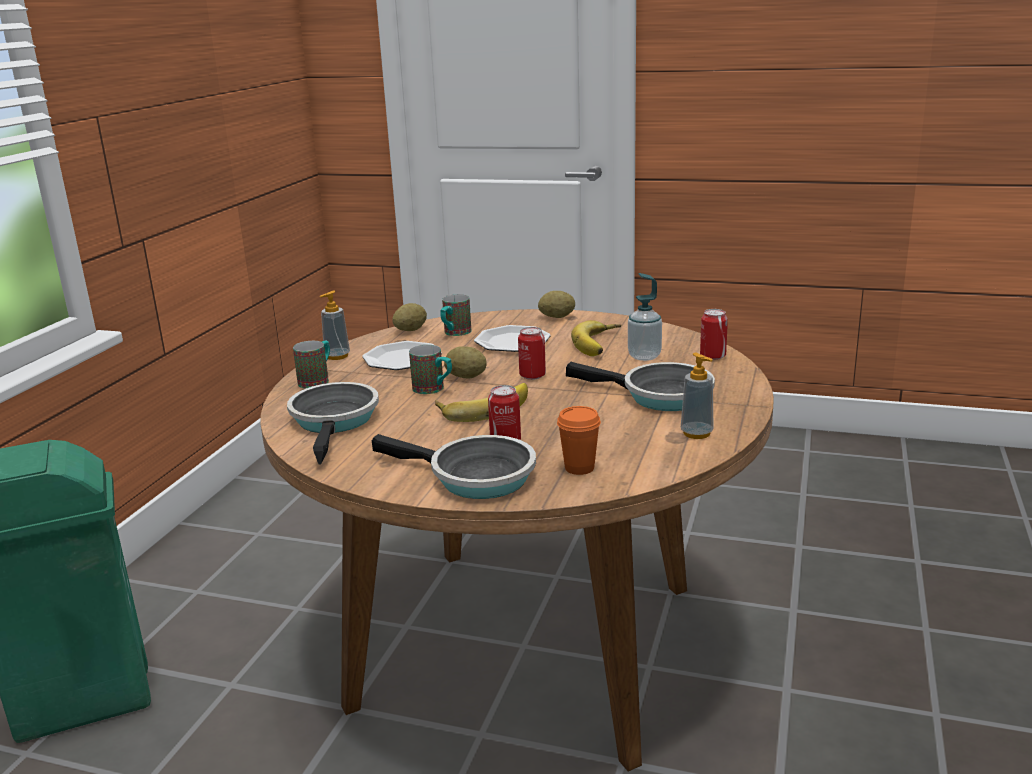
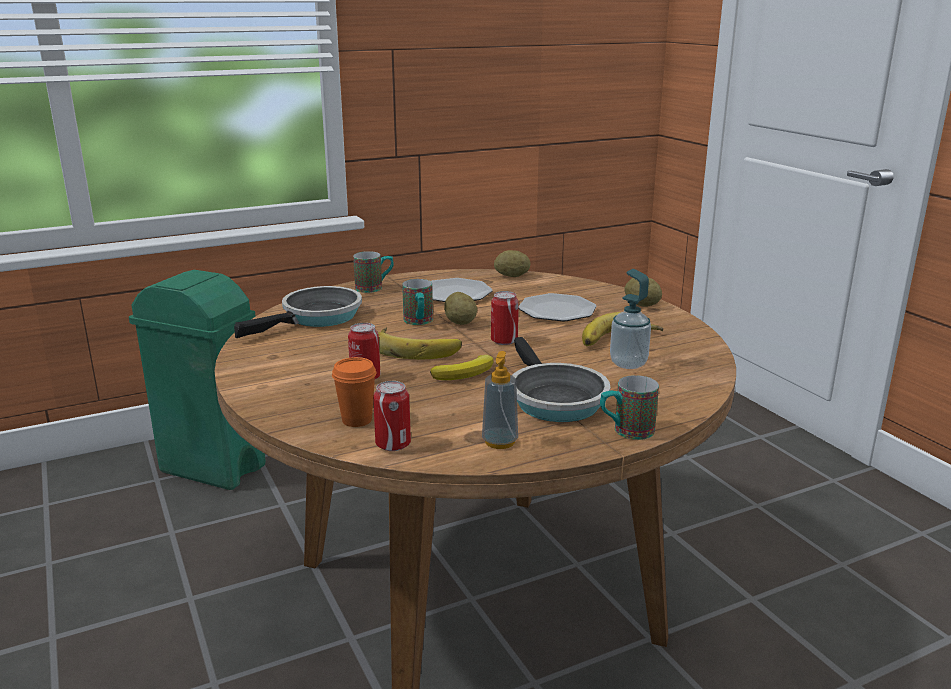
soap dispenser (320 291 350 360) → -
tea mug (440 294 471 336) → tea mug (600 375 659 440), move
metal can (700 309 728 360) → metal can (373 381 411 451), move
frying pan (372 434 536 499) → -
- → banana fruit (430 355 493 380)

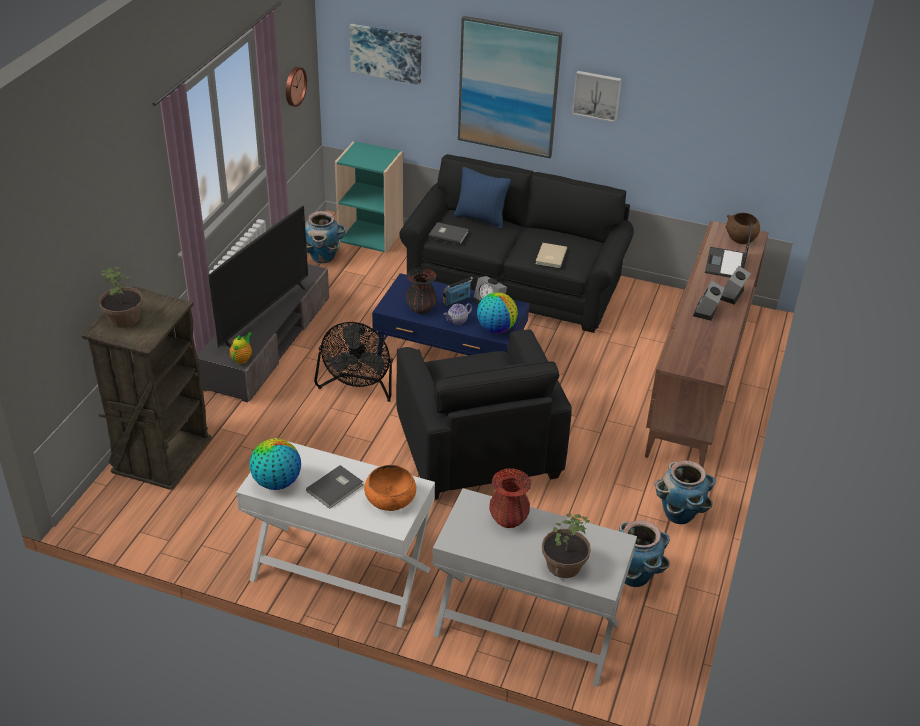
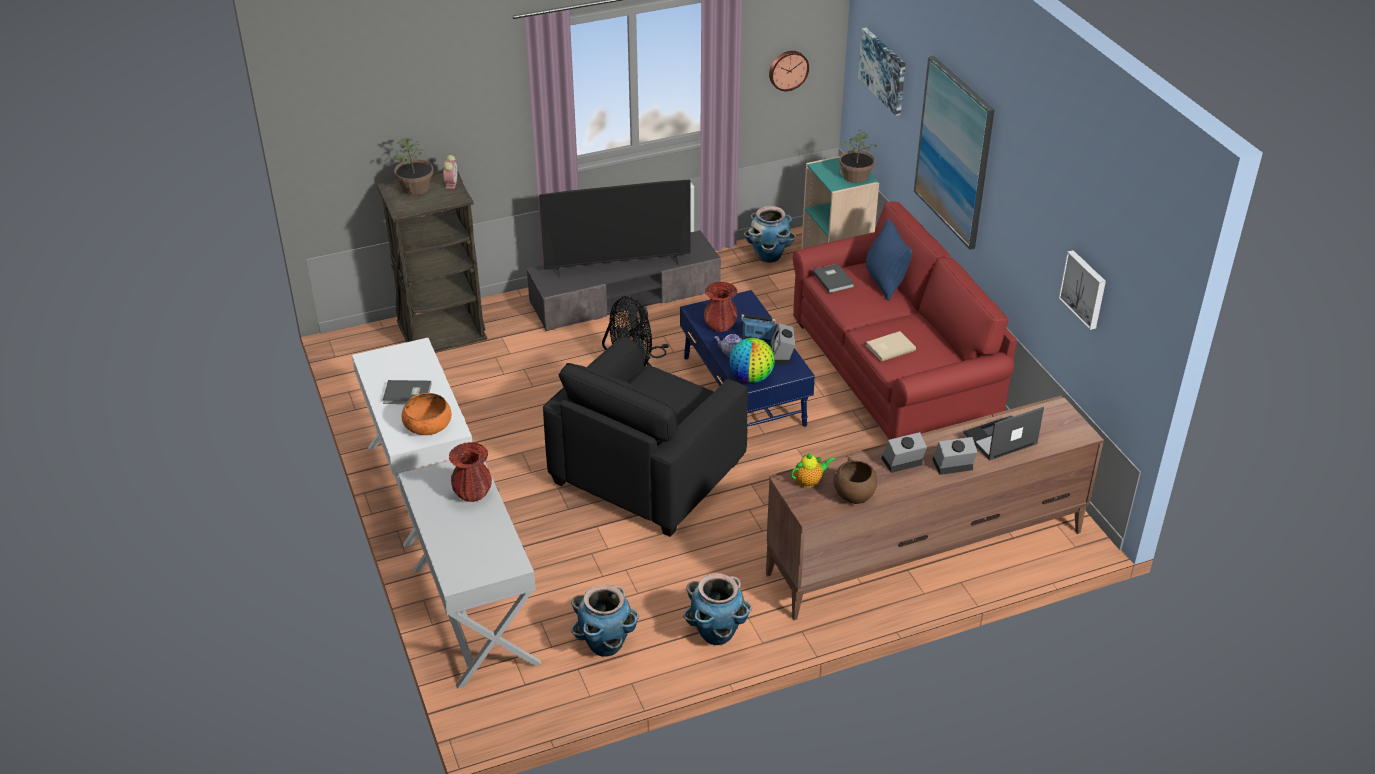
wall picture (572 71 622 122) → wall picture (1058 250 1106 330), move
blackish settee (399 154 634 333) → red-coloured settee (793 202 1017 440)
brown-coloured bowl (725 213 760 244) → brown-coloured bowl (833 457 877 504), move
blackish decorative vase (406 267 437 314) → red-coloured decorative vase (704 282 738 332)
teapot (229 332 252 364) → teapot (791 453 835 488), move
desk globe (250 438 301 490) → -
potted plant (542 513 591 578) → potted plant (839 130 876 183), move
- → alarm clock (442 155 458 189)

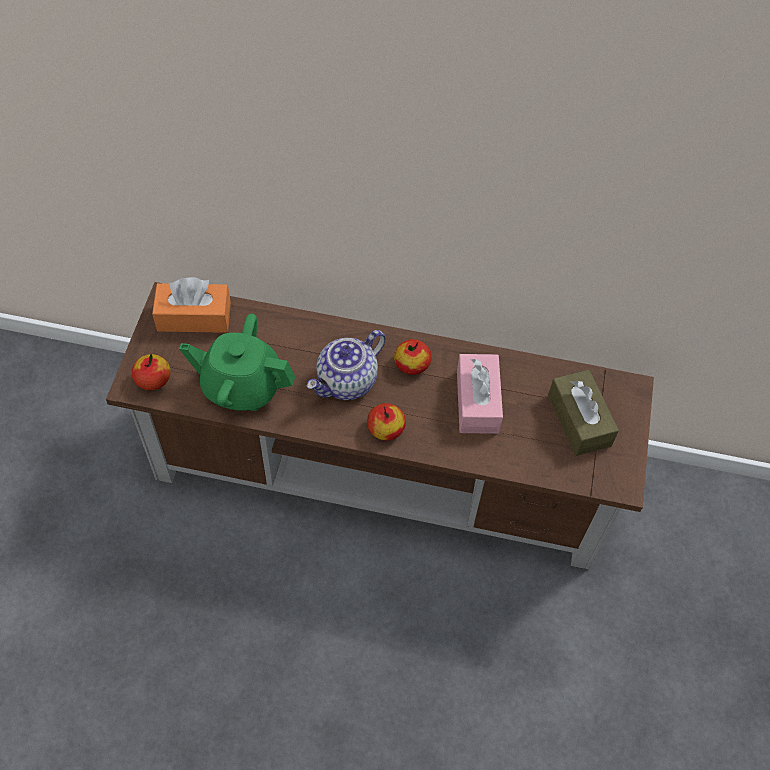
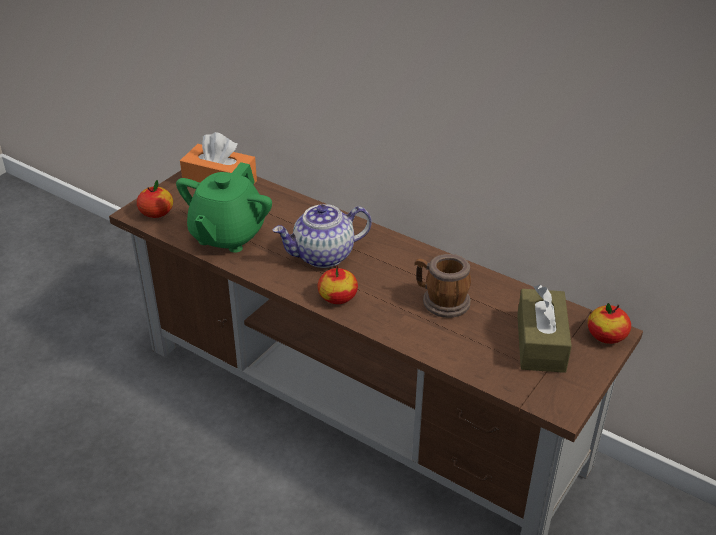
green-coloured teapot (179 314 295 411) → green-coloured teapot (176 162 272 253), 105 degrees counterclockwise
apple (394 339 432 375) → apple (588 303 631 344), move
pinkish tissue holder (457 354 503 434) → tea mug (414 254 471 318)

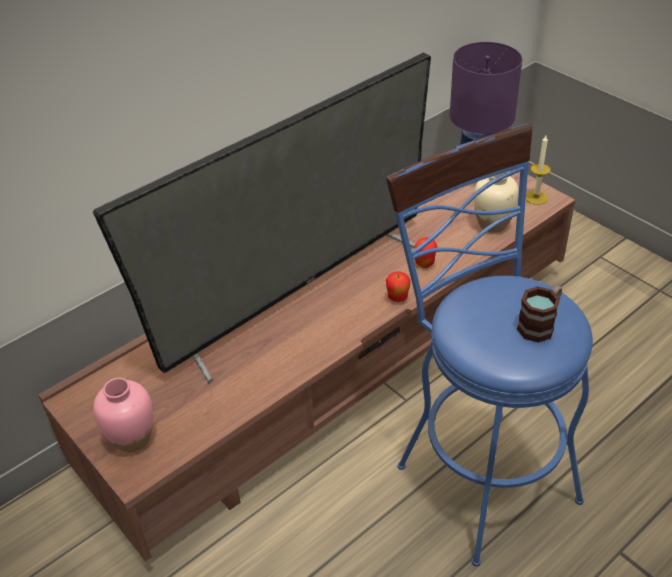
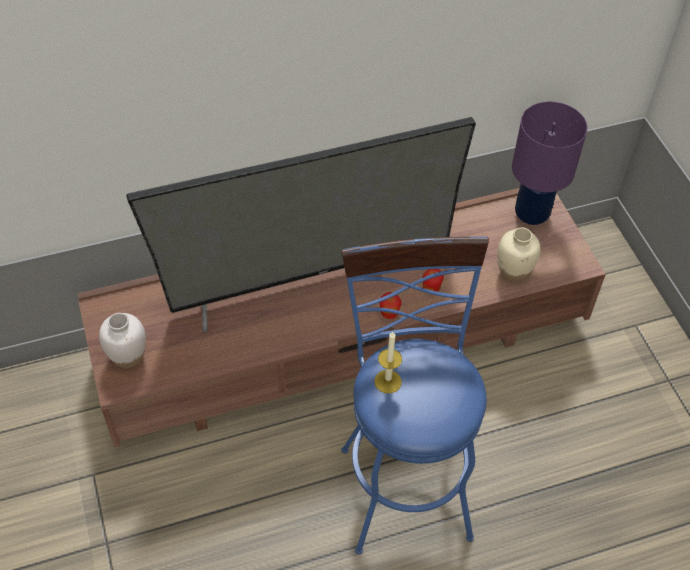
candle (526 135 551 205) → candle (374 332 402 393), move
tea mug (517 285 562 343) → -
pinkish decorative vase (93 378 153 452) → white decorative vase (99 313 146 368)

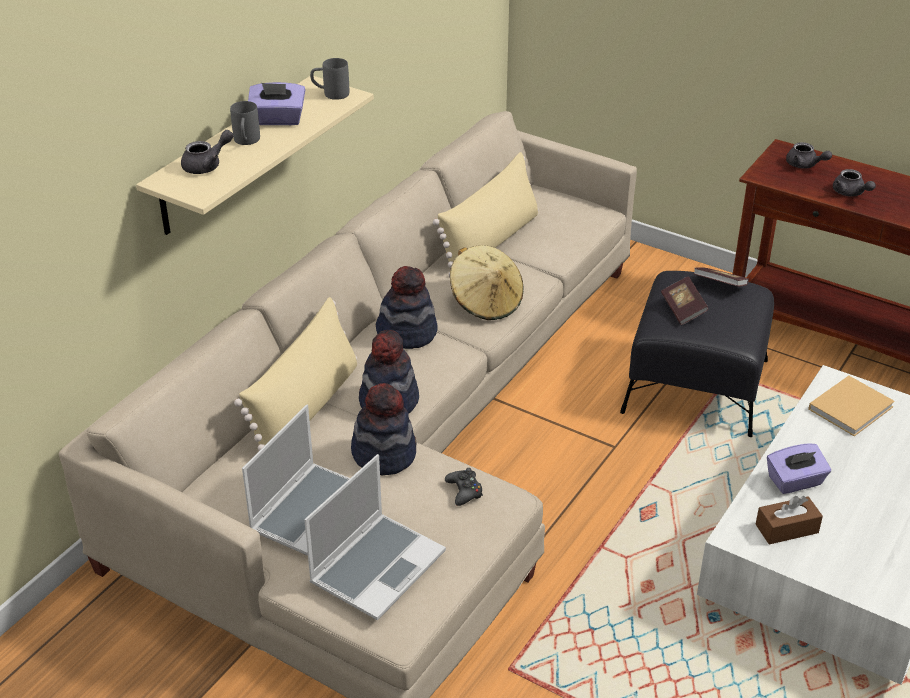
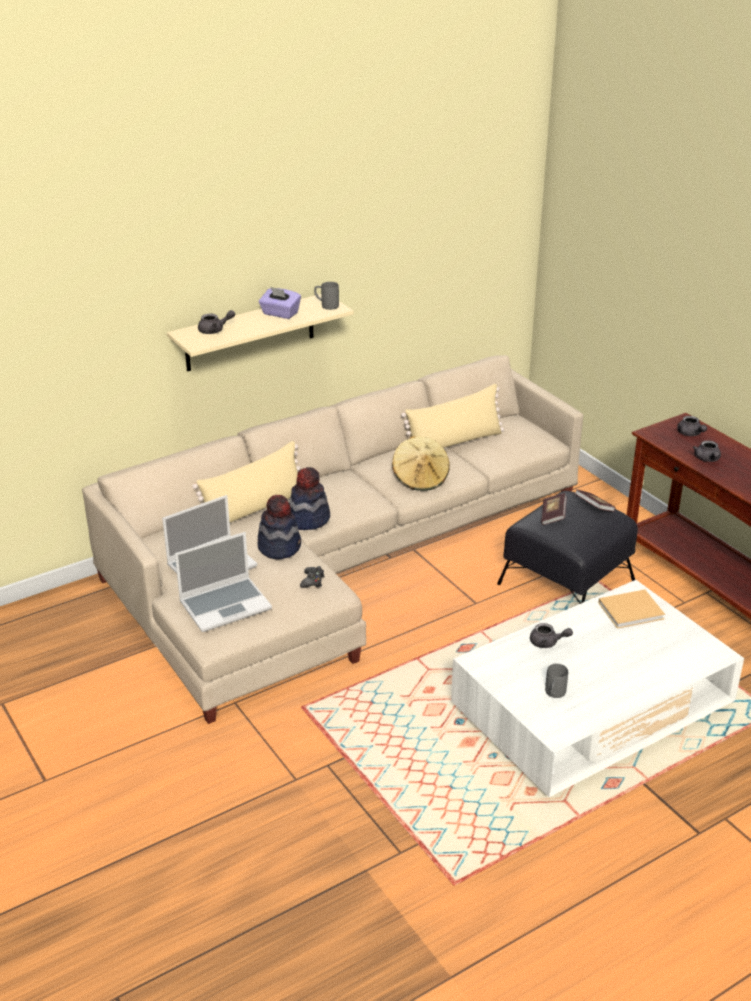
grey tea mug (230 101 260 145) → grey tea mug (545 664 568 698), move
clothing hat (376 266 438 349) → -
purplish tissue holder (767 443 831 494) → grey teapot (530 623 573 648)
brown-coloured tissue holder (756 496 823 544) → -

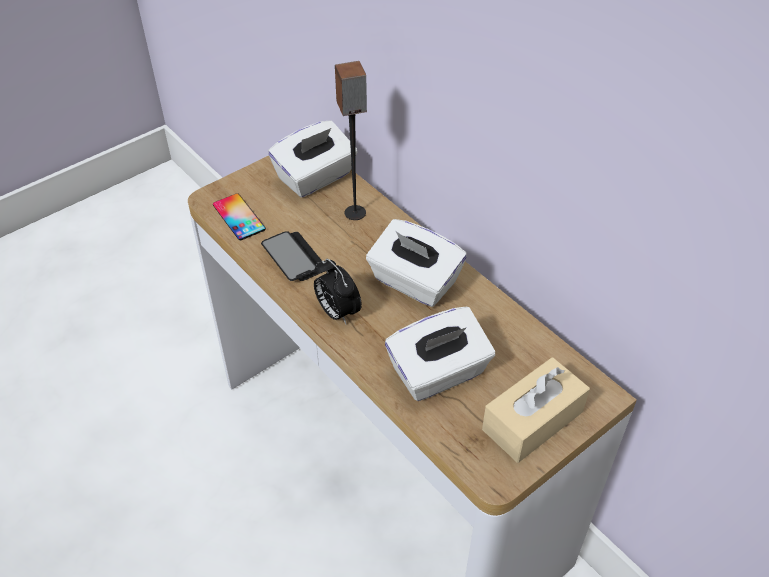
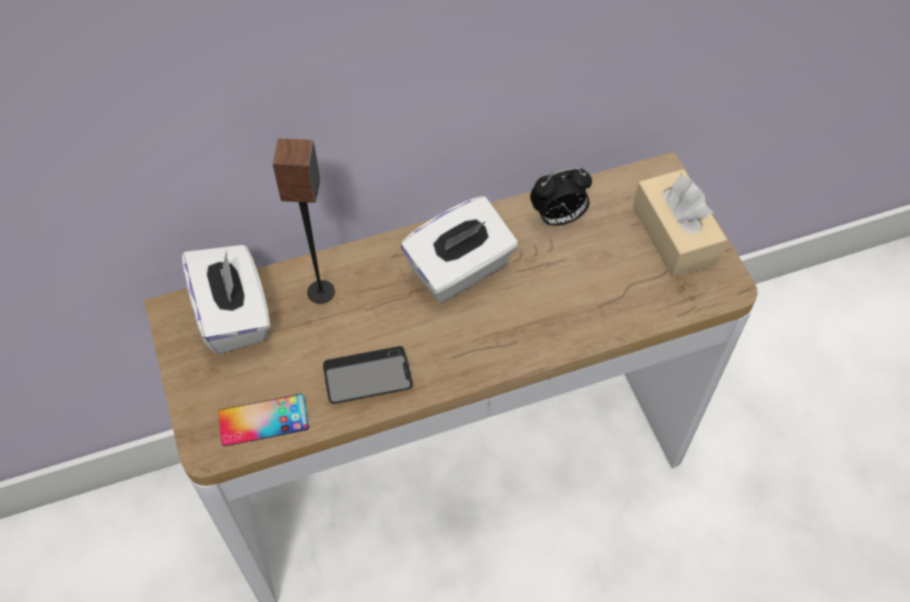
alarm clock (314 259 362 324) → alarm clock (530 168 592 226), move
white tissue holder (385 306 495 401) → -

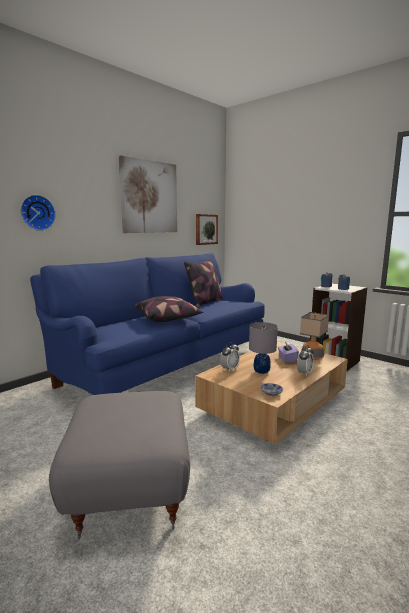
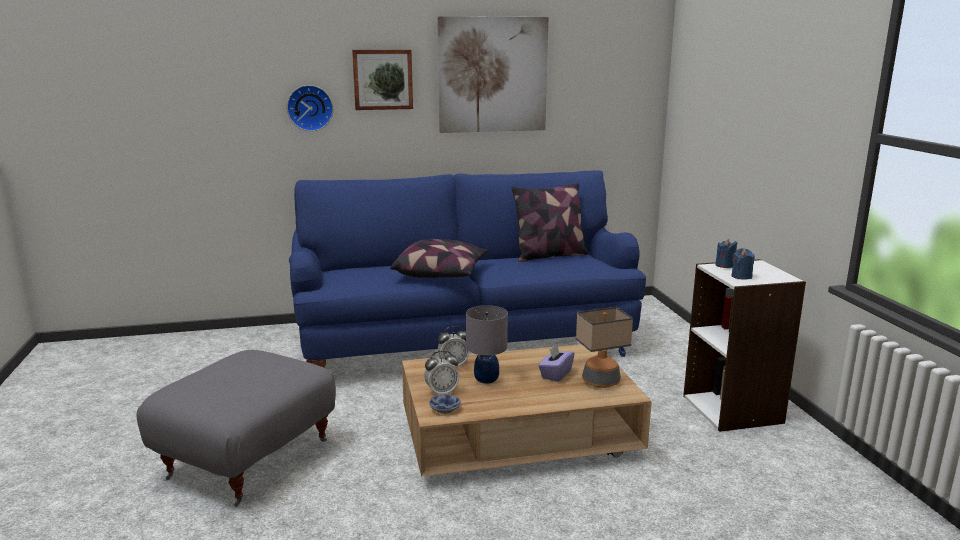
wall picture (196 214 218 245) → wall picture (352 50 413 110), move
alarm clock (297 345 314 376) → alarm clock (424 351 459 396), move

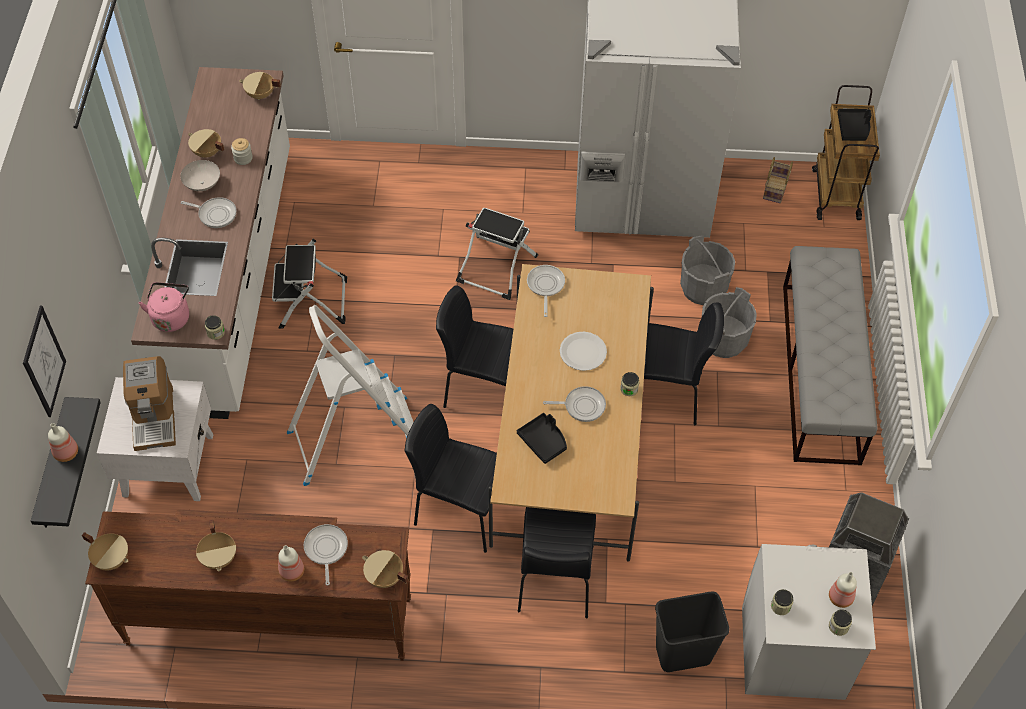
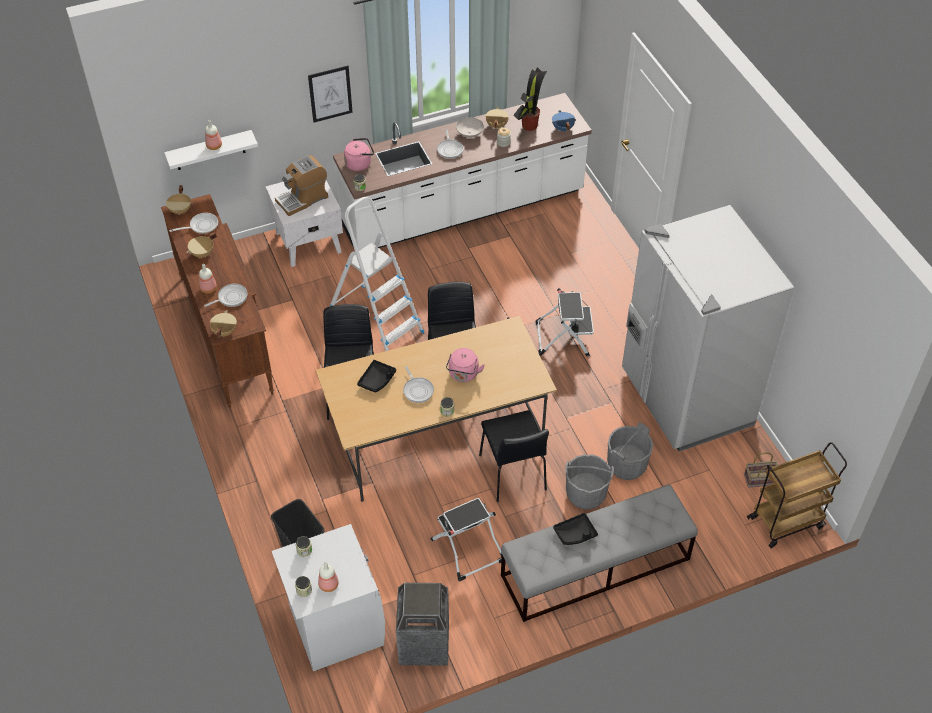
sand-coloured stockpot (239 72 281 100) → bluish stockpot (552 110 575 132)
blackish serving tray (838 109 871 141) → blackish serving tray (553 513 598 545), move
step ladder (272 239 347 329) → step ladder (430 498 502 582), move
frying pan (527 265 565 317) → frying pan (169 213 218 234), move
wall picture (23 306 66 417) → wall picture (308 66 353 123), move
white flat dish (560 332 607 371) → pinkish water kettle (446 348 485 382)
blackish wall shelf (31 397 101 528) → white wall shelf (164 130 258 170)
blackish plain chair (518 507 596 618) → -
- → potted plant (513 67 547 131)

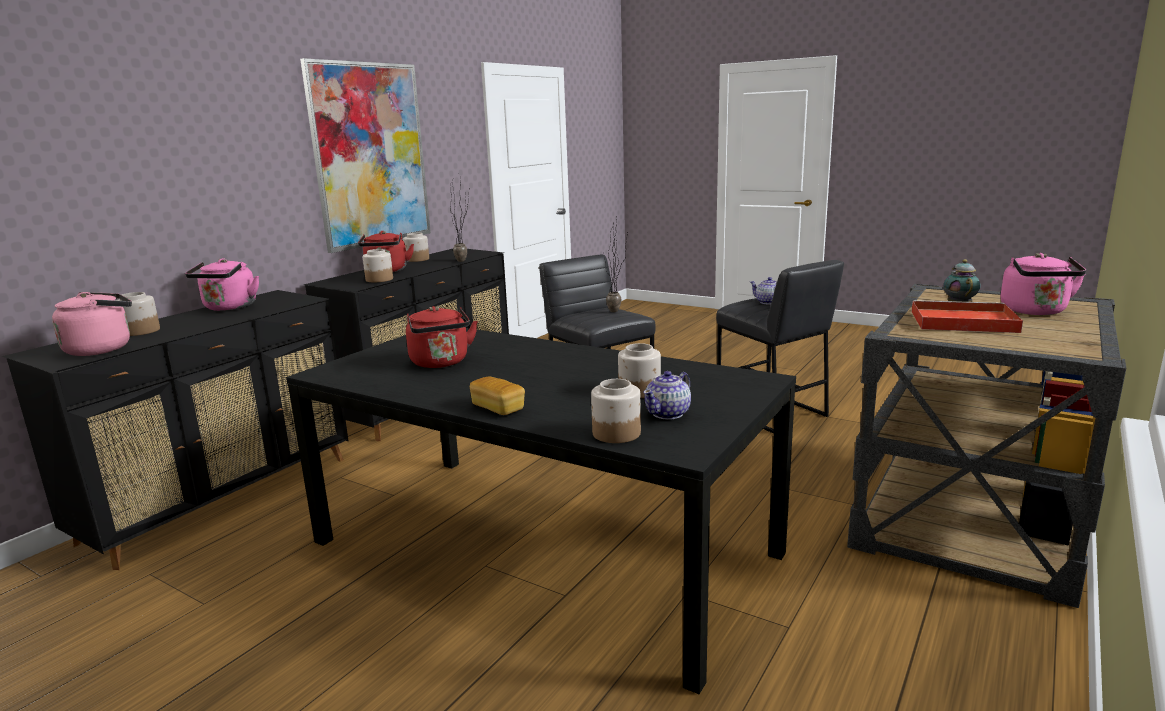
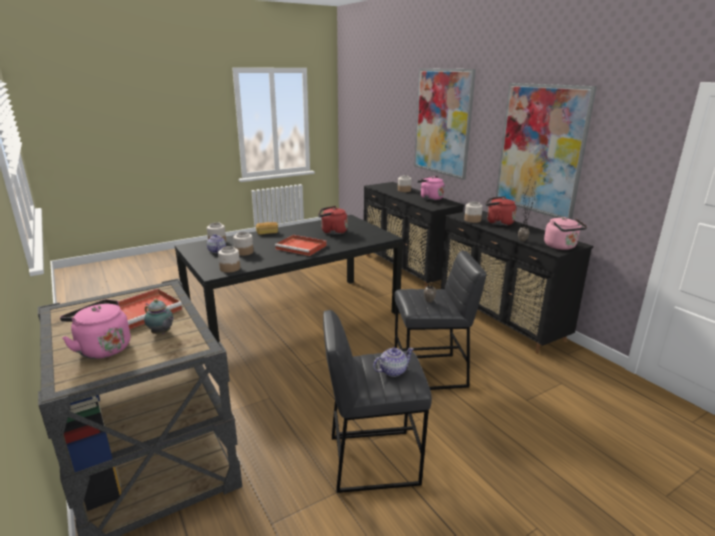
preserve jar (403 233 429 262) → preserve jar (218 246 240 273), move
pinkish water kettle (52 292 132 356) → pinkish water kettle (544 217 587 250), move
- → wall picture (414 68 476 180)
- → red-coloured serving tray (275 235 327 256)

